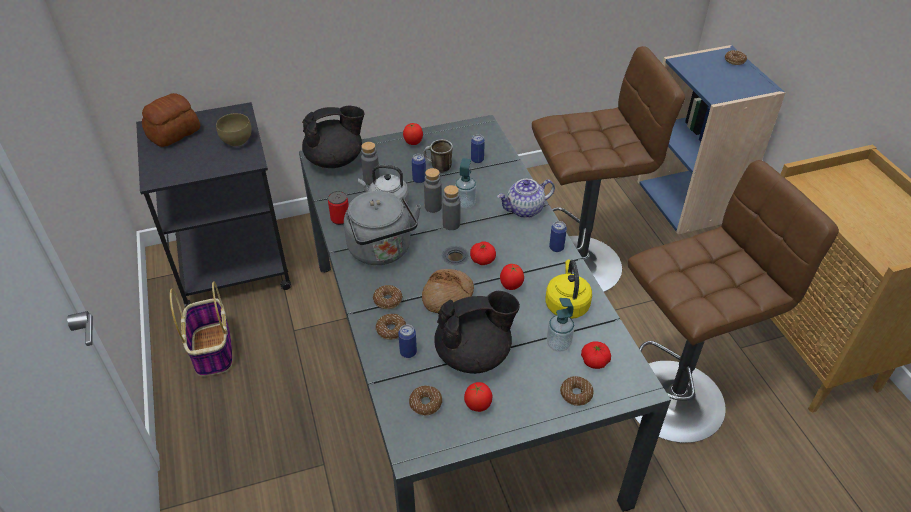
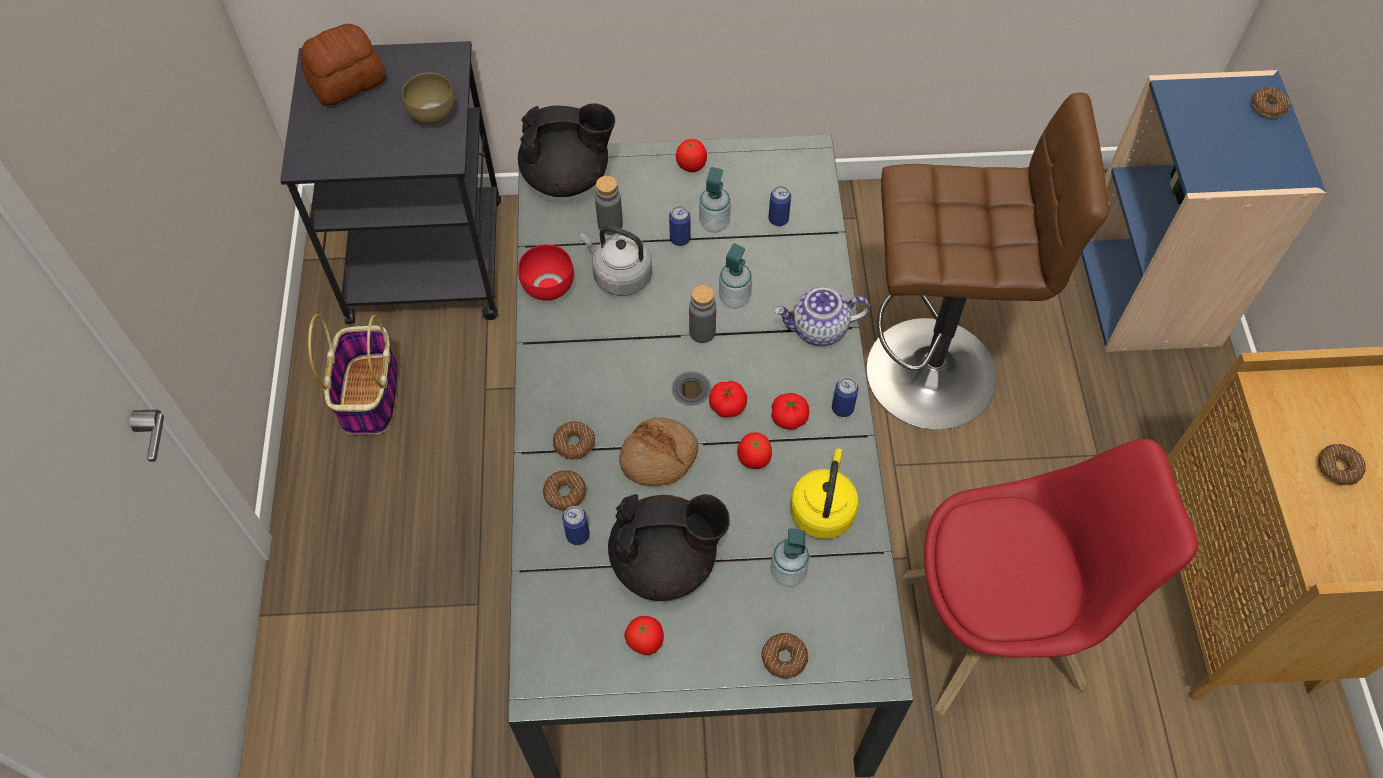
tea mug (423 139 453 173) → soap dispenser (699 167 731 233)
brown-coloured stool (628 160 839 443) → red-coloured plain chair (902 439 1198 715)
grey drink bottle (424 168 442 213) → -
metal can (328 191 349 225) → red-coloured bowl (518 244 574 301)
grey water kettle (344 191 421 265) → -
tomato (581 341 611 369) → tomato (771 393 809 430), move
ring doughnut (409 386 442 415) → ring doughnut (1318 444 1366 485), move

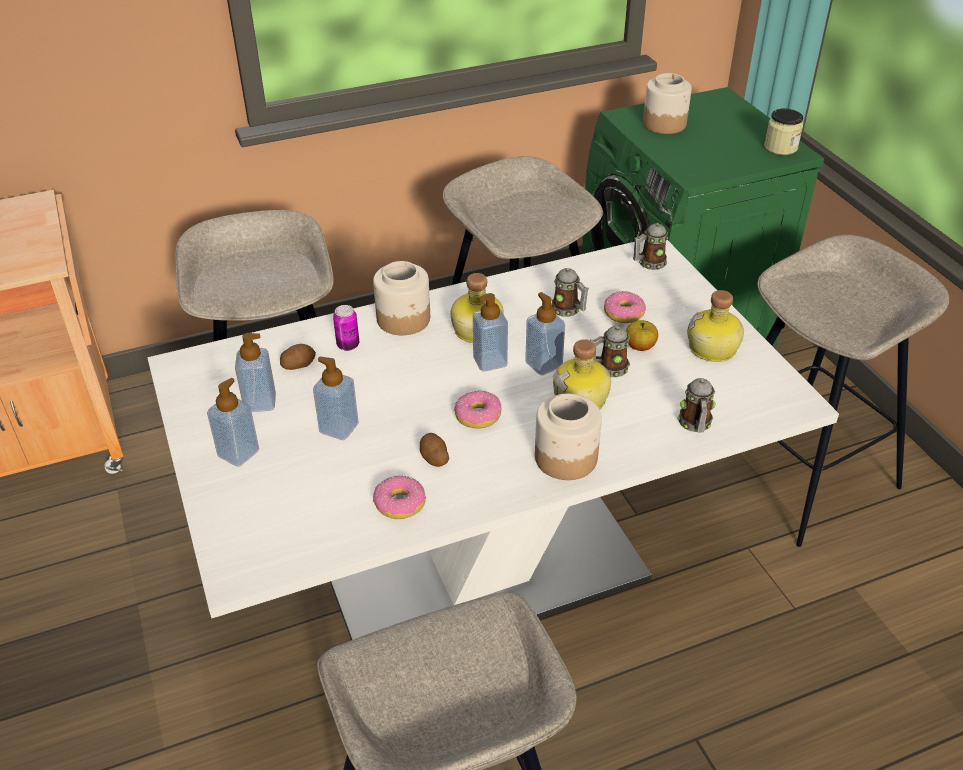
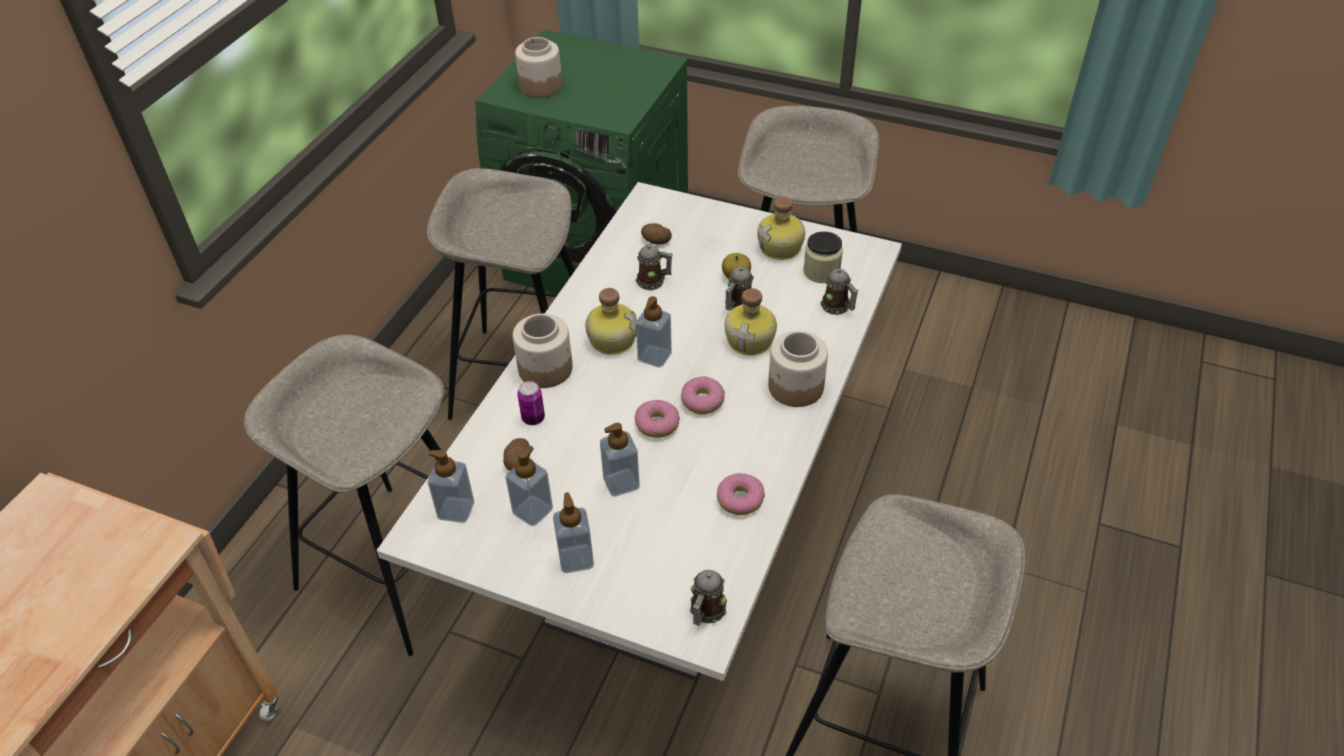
preserve jar (764 108 803 155) → preserve jar (803 231 843 283), move
tea mug (633 223 668 270) → tea mug (690 570 727 626), move
ring doughnut (604 291 646 323) → ring doughnut (635 400 680 438), move
soap dispenser (525 292 565 376) → soap dispenser (428 450 474 523), move
spud (420 433 449 467) → spud (641 223 672 245), move

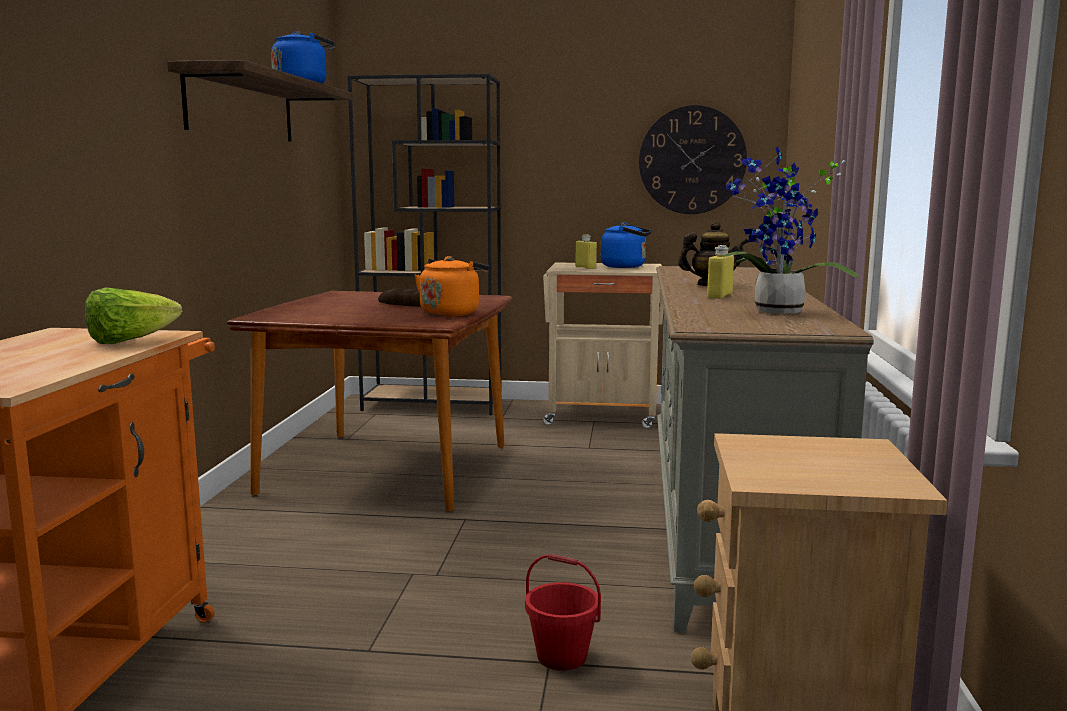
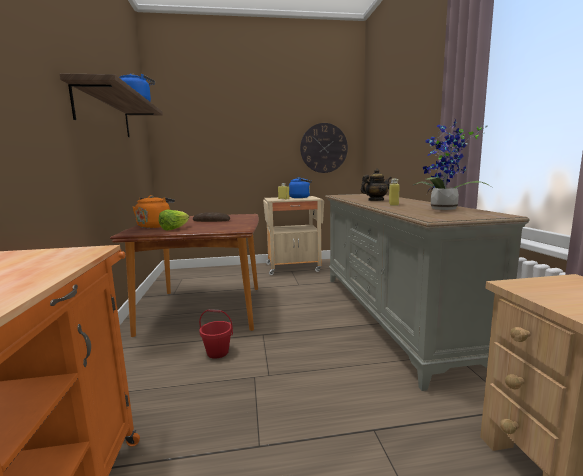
bookshelf (348 74 502 415) → -
orangey water kettle (415 256 489 317) → orangey water kettle (133 195 175 228), move
lettuce head (85 287 182 344) → lettuce head (159 210 190 230), move
red-coloured bucket (525 554 601 671) → red-coloured bucket (199 309 233 359), move

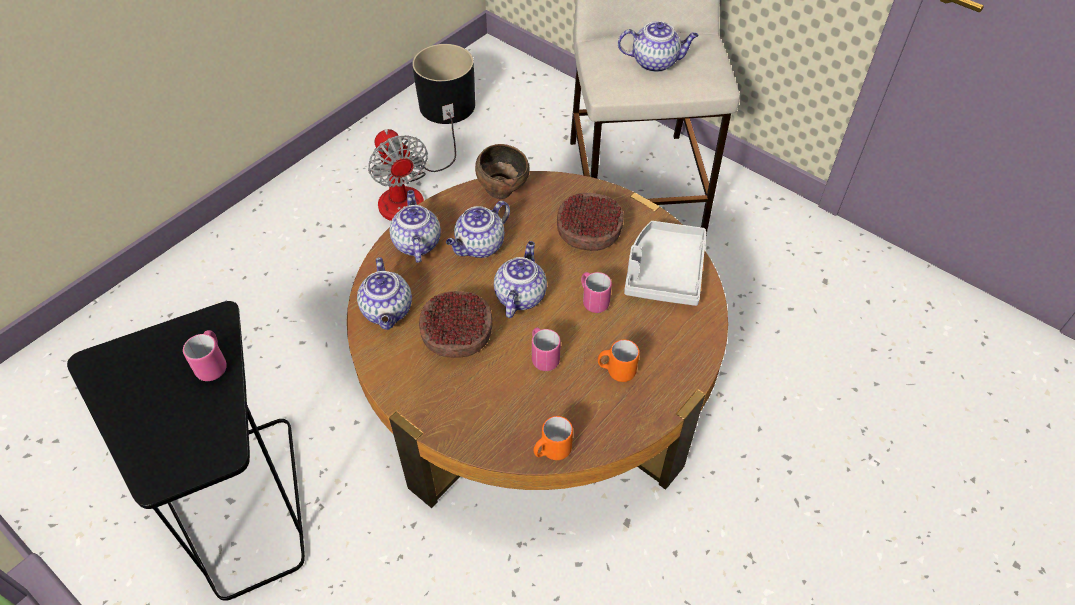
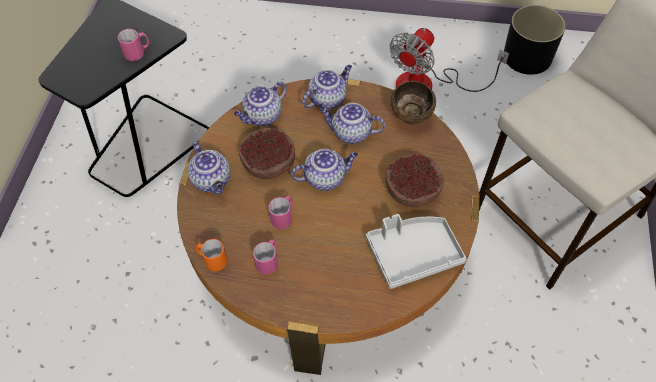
teapot (618 21 699 72) → teapot (188 141 230 194), move
pinkish tea mug (581 272 612 313) → pinkish tea mug (253 239 278 275), move
orangey tea mug (598 339 639 382) → -

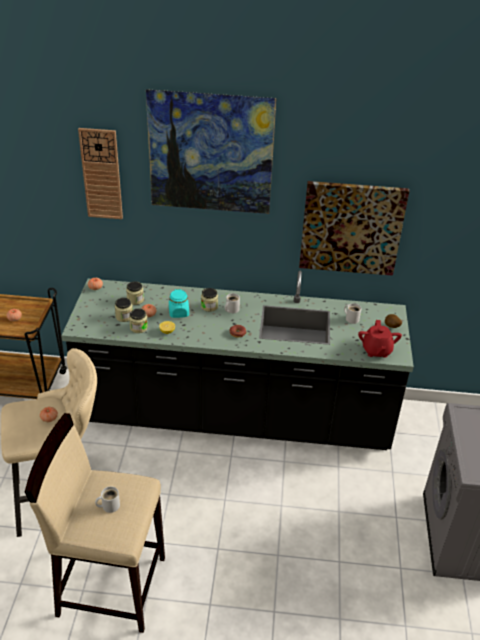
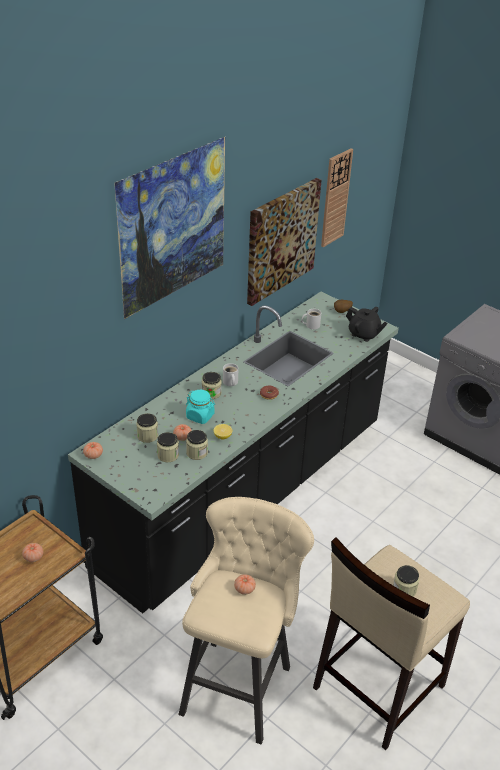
wall clock (78 128 123 219) → wall clock (321 148 353 247), move
red-coloured teapot (358 320 402 358) → blackish teapot (346 307 388 342)
white tea mug (95 486 120 513) → preserve jar (393 565 419 597)

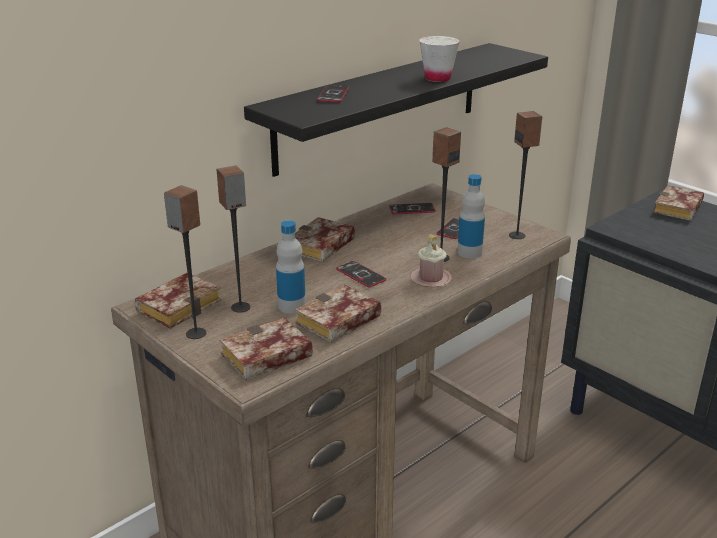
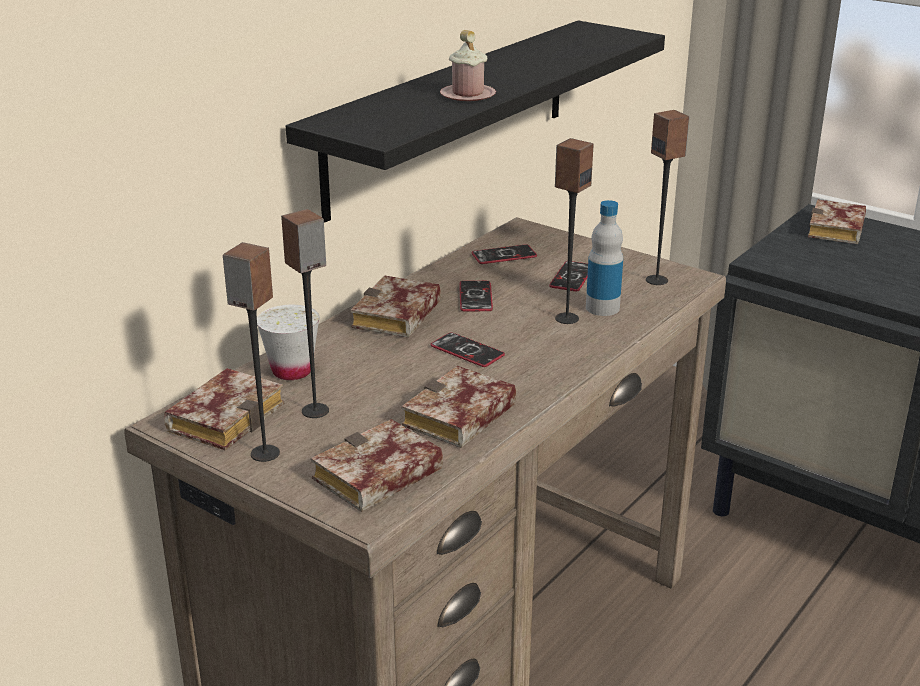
white small cup (419 36 460 82) → white small cup (257 305 319 380), move
handset (317 85 349 102) → handset (459 281 493 311), move
drink bottle (276 220 306 313) → -
pinkish tea mug (410 235 452 287) → pinkish tea mug (440 30 496 101), move

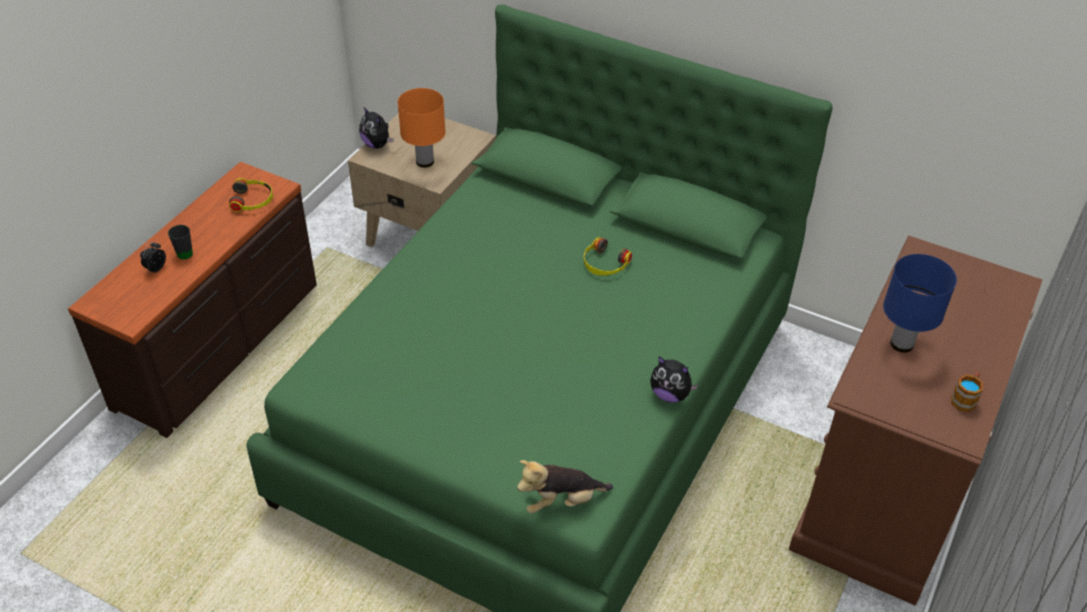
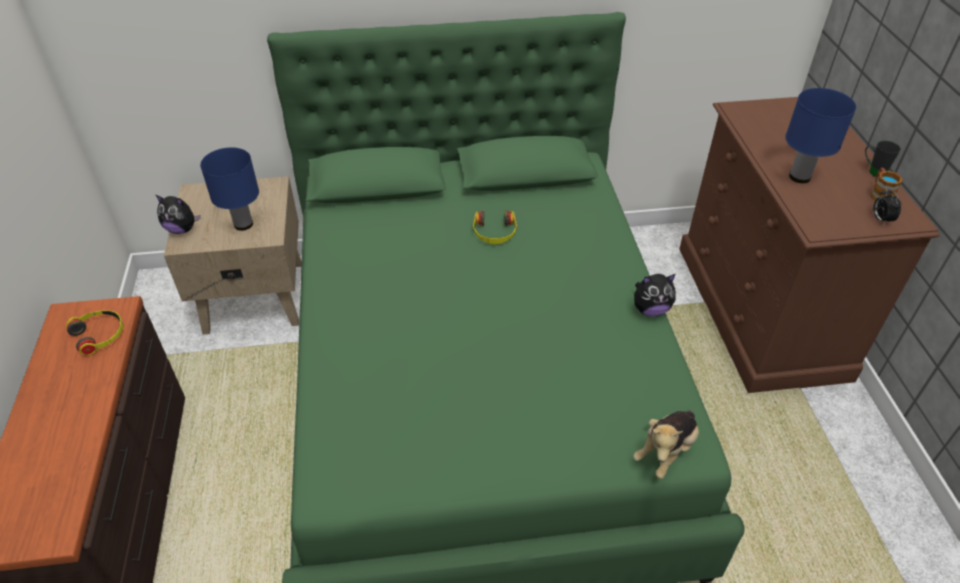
orangey tabletop lamp (397 88 446 168) → bluish tabletop lamp (200 147 259 231)
blackish tea mug (168 225 193 260) → blackish tea mug (865 141 901 177), move
alarm clock (140 242 166 273) → alarm clock (873 188 901 223), move

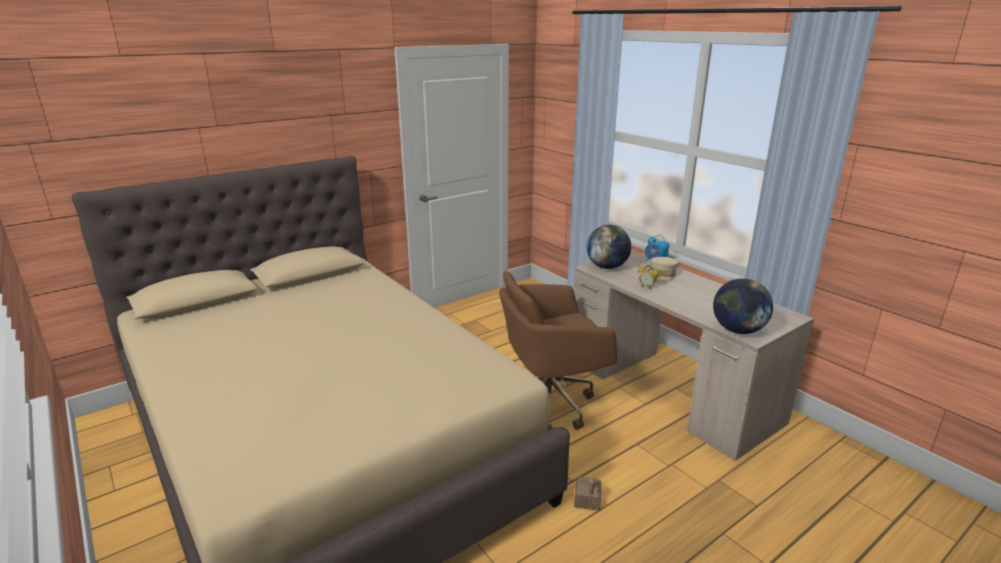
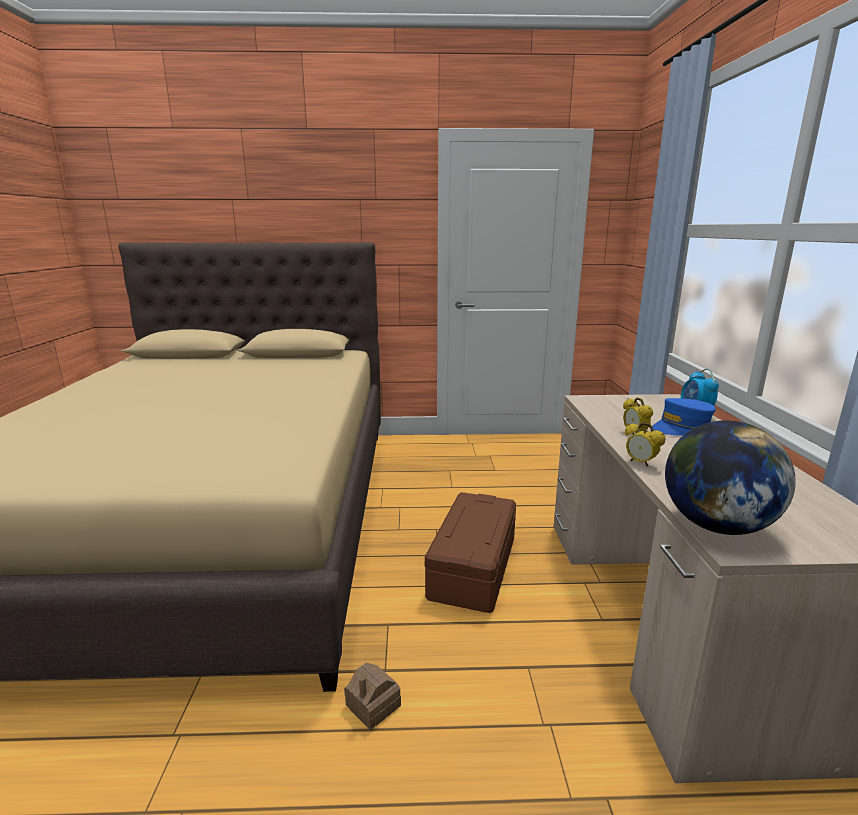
desk globe (587 225 631 269) → -
sand-coloured baseball cap (650 257 678 283) → bluish baseball cap (652 398 716 436)
brown-coloured desk chair (499 271 617 430) → brown-coloured storage box (425 492 516 613)
- → alarm clock (625 422 665 467)

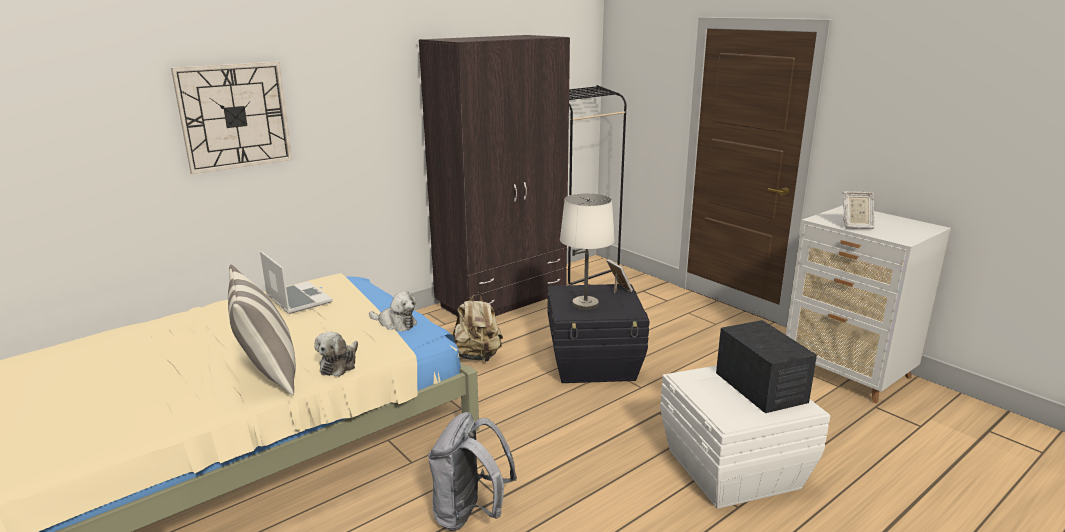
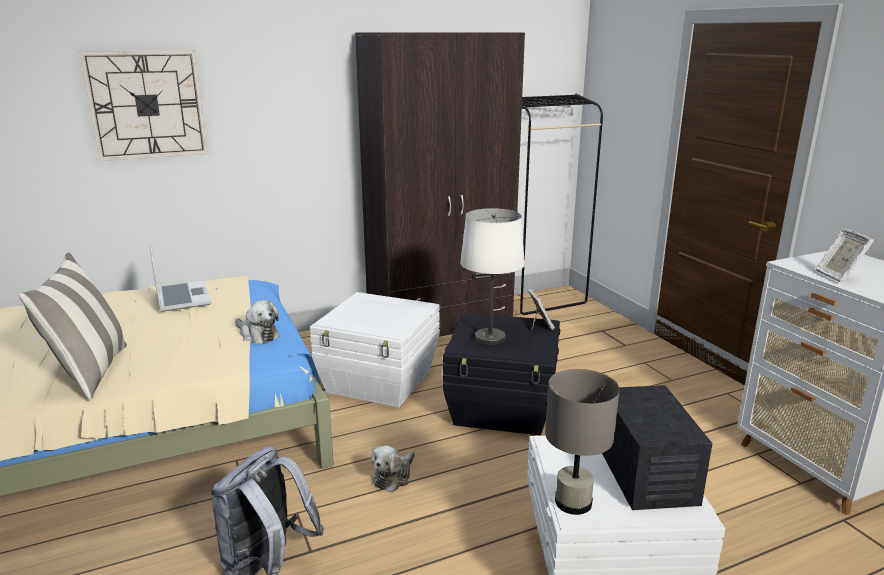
photo frame (843 191 875 229) → photo frame (816 228 874 283), 60 degrees clockwise
sand-coloured backpack (452 293 503 362) → white storage box (310 292 440 408)
plush toy (315 331 358 377) → plush toy (371 445 415 493), move
- → grey tabletop lamp (545 369 619 515)

